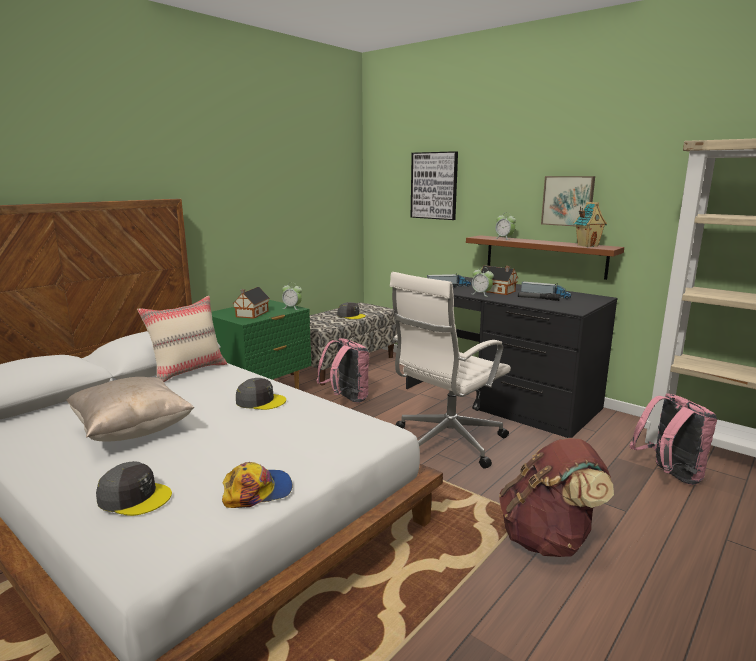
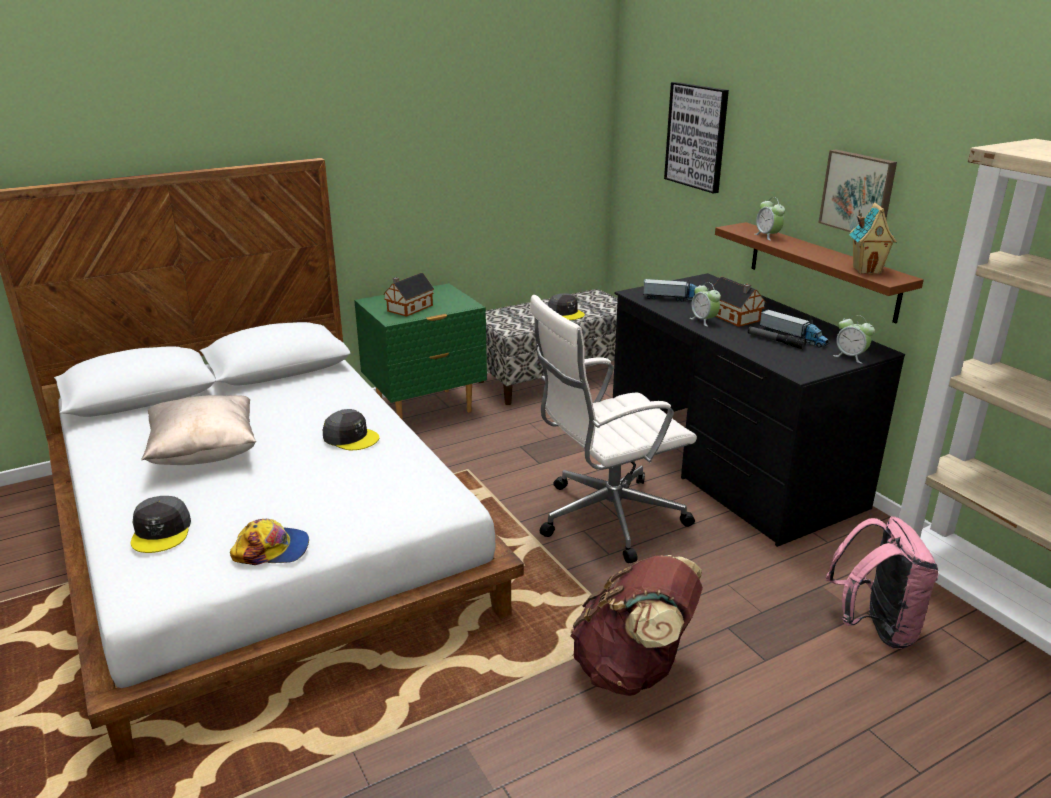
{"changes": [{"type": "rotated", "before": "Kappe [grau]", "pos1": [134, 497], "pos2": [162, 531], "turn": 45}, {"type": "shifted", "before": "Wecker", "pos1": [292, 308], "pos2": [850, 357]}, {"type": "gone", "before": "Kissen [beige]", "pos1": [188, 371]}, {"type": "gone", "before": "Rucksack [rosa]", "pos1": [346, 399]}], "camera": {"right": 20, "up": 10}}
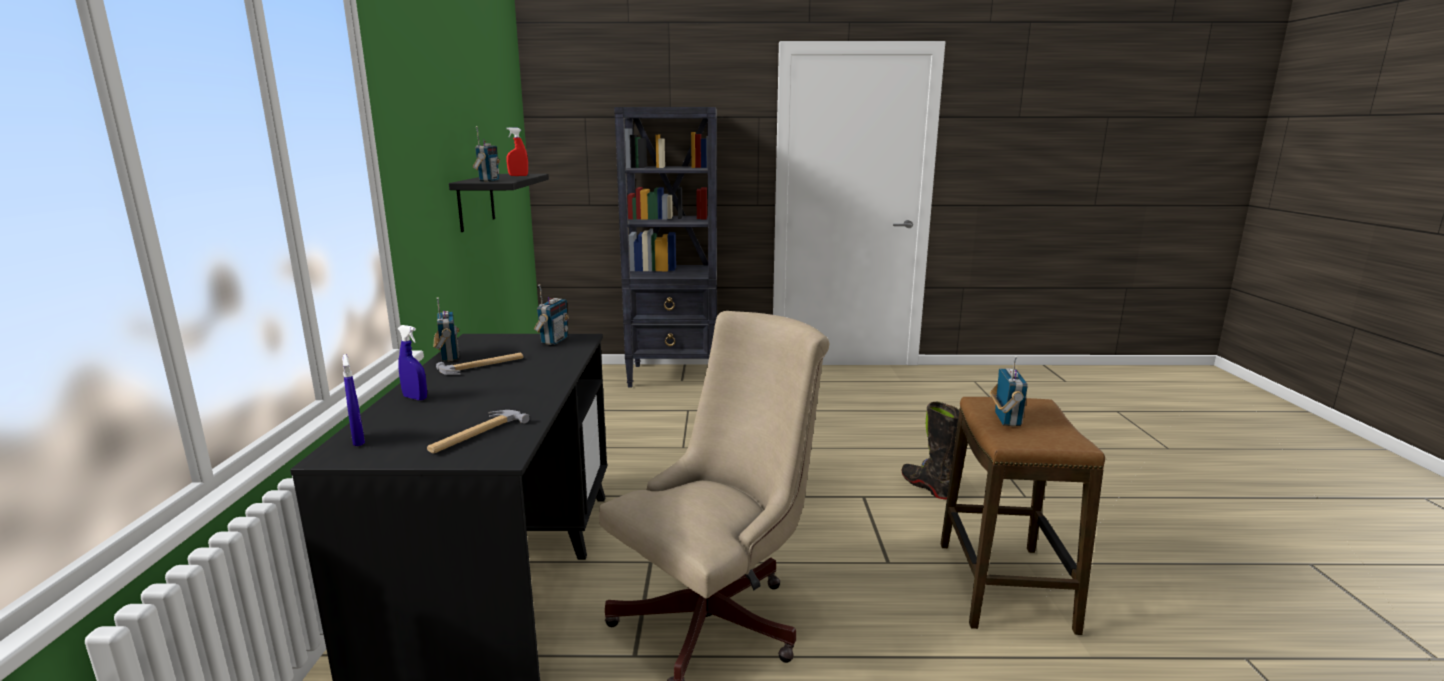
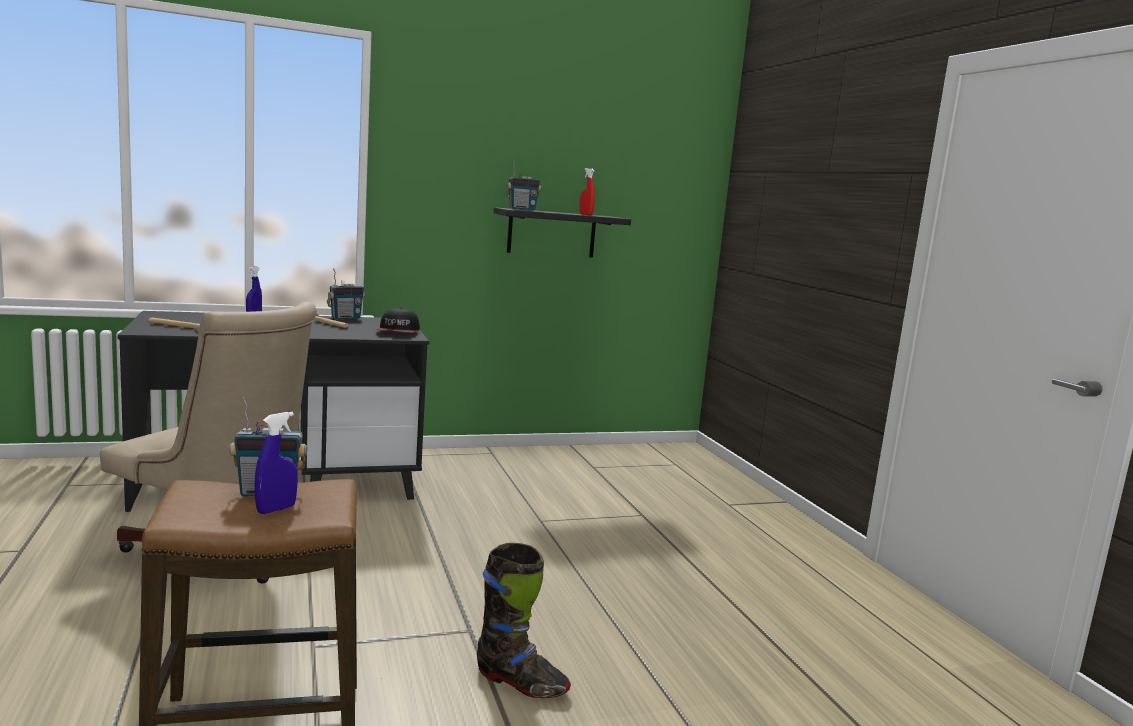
{"changes": [{"type": "shifted", "before": "Sprühflasche [blau]", "pos1": [358, 440], "pos2": [276, 509]}, {"type": "swapped", "before": "Radio", "after": "Kappe", "pos1": [554, 340], "pos2": [398, 332]}, {"type": "rotated", "before": "Stiefel [schwarz]", "pos1": [928, 487], "pos2": [520, 683], "turn": 75}, {"type": "gone", "before": "Bücherregal [schwarz]", "pos1": [674, 376]}], "camera": {"right": 70, "up": -5}}
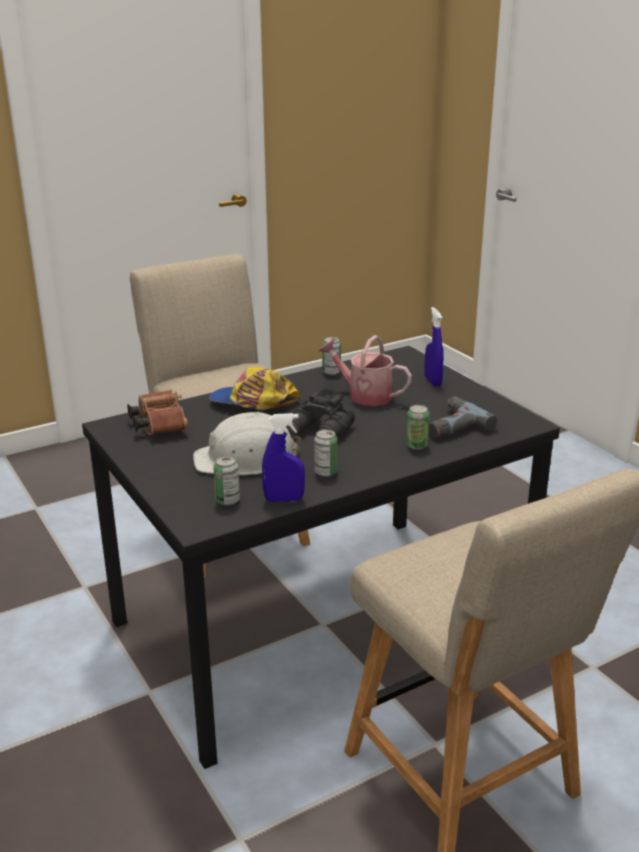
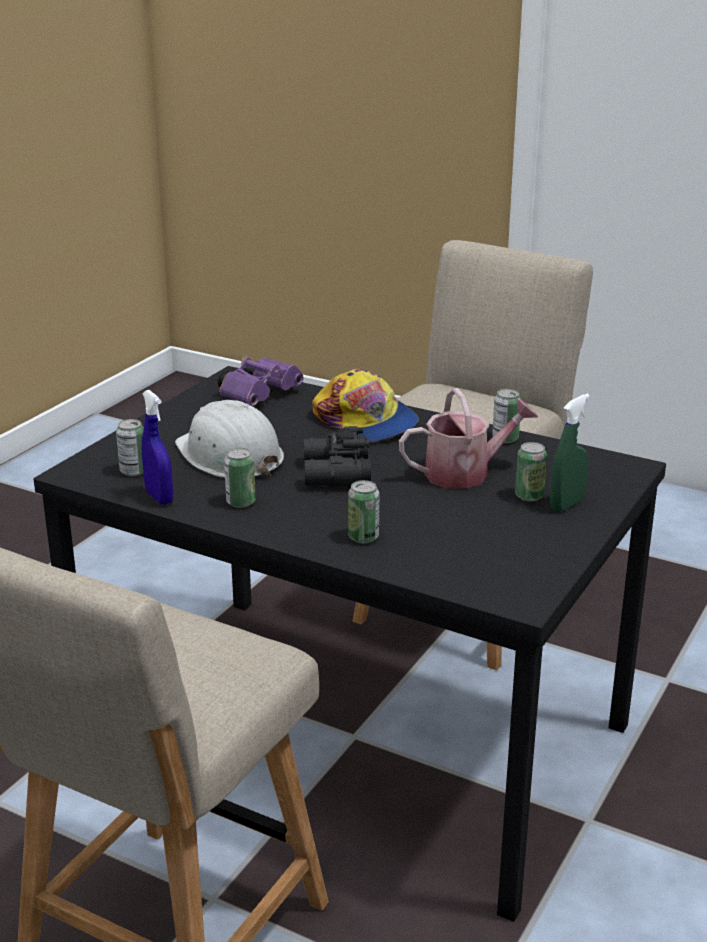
{"changes": [{"type": "repainted", "before": "Fernglas [braun]", "after": "Fernglas [lila]", "pos1": [158, 424], "pos2": [260, 395]}, {"type": "rotated", "before": "Kappe", "pos1": [252, 402], "pos2": [366, 421], "turn": 150}, {"type": "rotated", "before": "Gießkanne", "pos1": [364, 395], "pos2": [465, 473], "turn": 75}, {"type": "new", "after": "Dose", "pos2": [529, 496]}, {"type": "repainted", "before": "Sprühflasche [blau]", "after": "Sprühflasche [grün]", "pos1": [432, 381], "pos2": [567, 504]}, {"type": "gone", "before": "Bohrmaschine", "pos1": [450, 425]}], "camera": {"right": 60, "up": 0}}
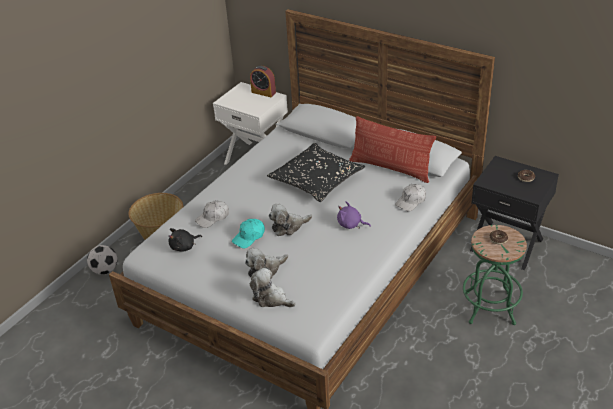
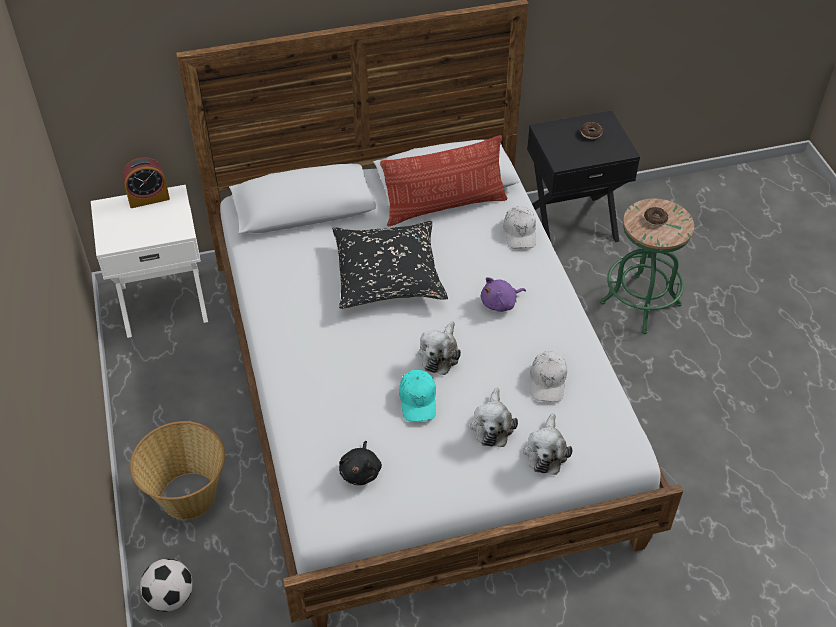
{"changes": [{"type": "rotated", "before": "Plüschtier", "pos1": [271, 298], "pos2": [546, 451], "turn": -60}, {"type": "shifted", "before": "Kappe [weiß]", "pos1": [213, 218], "pos2": [548, 381]}], "camera": {"right": -50, "up": 10}}
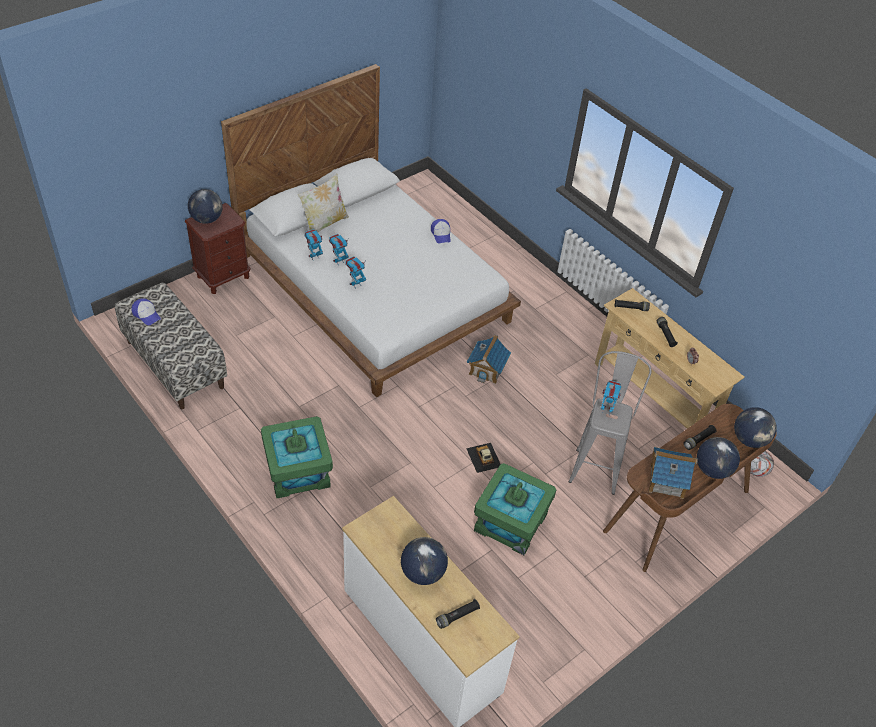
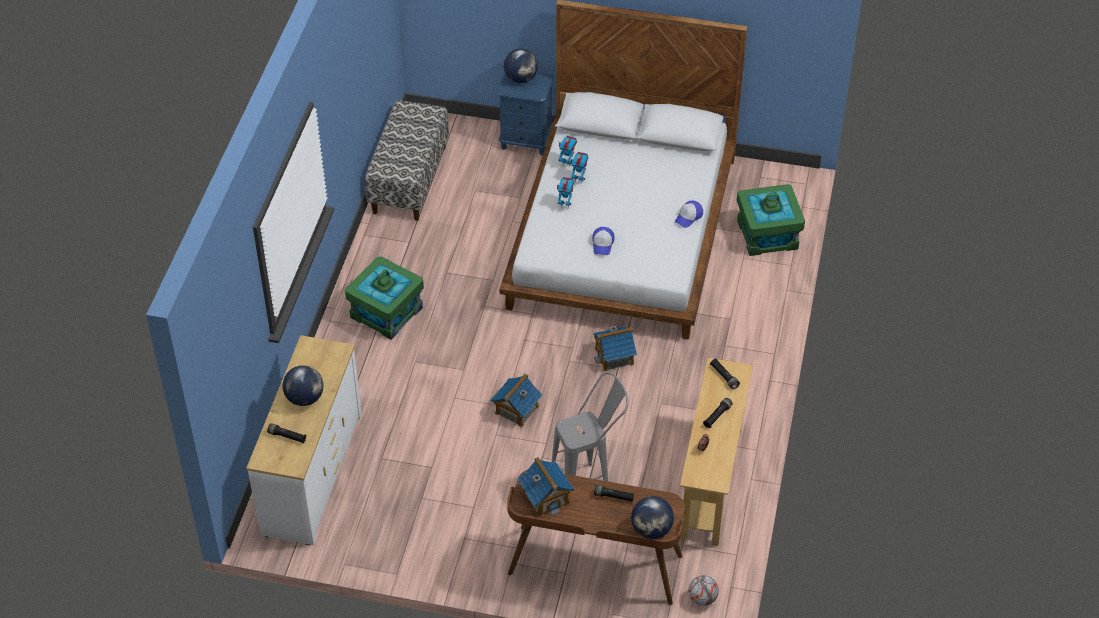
{"changes": [{"type": "swapped", "before": "Spielzeugauto", "after": "Spielzeughaus", "pos1": [483, 457], "pos2": [516, 410]}, {"type": "repainted", "before": "Nachttisch [braun]", "after": "Nachttisch [blau]", "pos1": [223, 277], "pos2": [526, 141]}, {"type": "shifted", "before": "Kappe", "pos1": [146, 314], "pos2": [603, 244]}, {"type": "shifted", "before": "Aufbewahrungsbox [grün]", "pos1": [511, 522], "pos2": [767, 235]}, {"type": "gone", "before": "Kissen", "pos1": [324, 224]}, {"type": "gone", "before": "Spielzeugroboter", "pos1": [606, 410]}, {"type": "gone", "before": "Globus", "pos1": [712, 469]}], "camera": {"right": 55, "up": 0}}
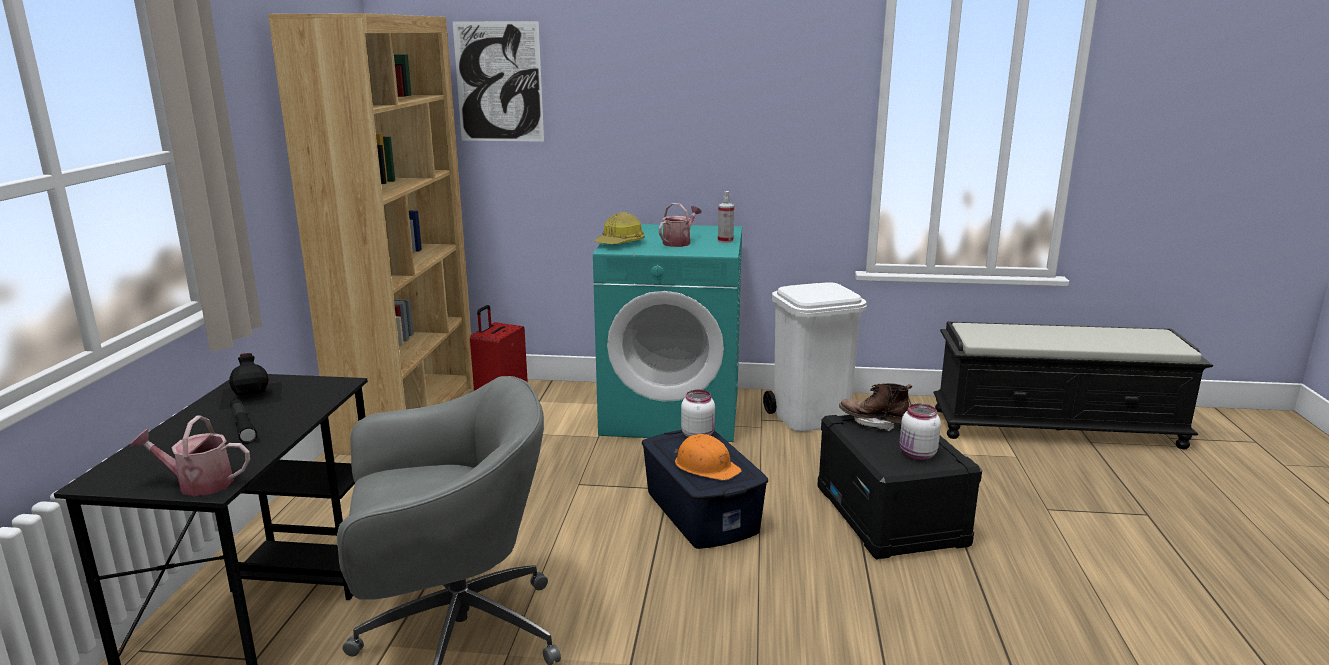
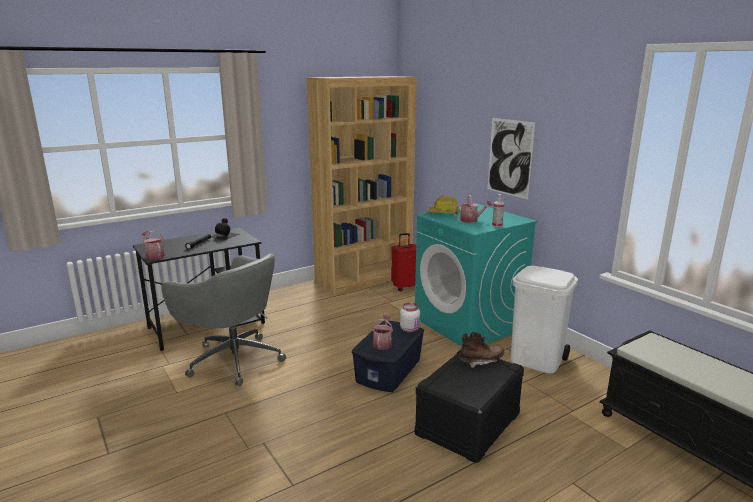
{"changes": [{"type": "swapped", "before": "Schutzhelm [orange]", "after": "Gießkanne", "pos1": [706, 466], "pos2": [382, 343]}, {"type": "rotated", "before": "Stiefel [braun]", "pos1": [873, 423], "pos2": [481, 361], "turn": 90}, {"type": "shifted", "before": "Bild", "pos1": [499, 82], "pos2": [510, 157]}, {"type": "gone", "before": "Vorratsglas [weiß]", "pos1": [917, 455]}], "camera": {"right": 50, "up": 0}}
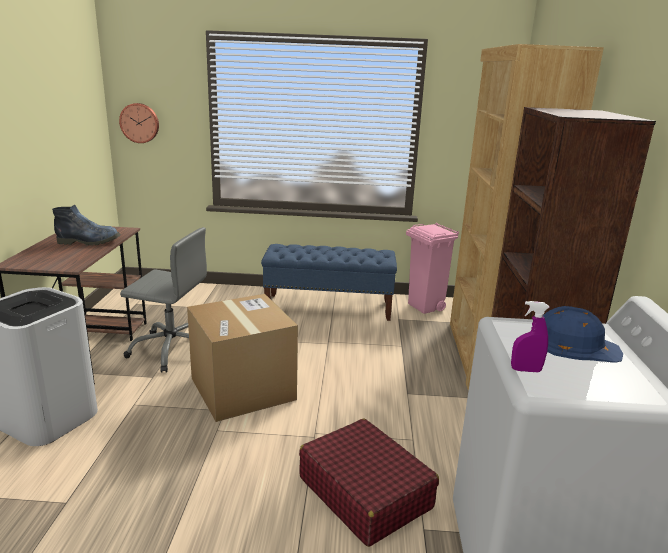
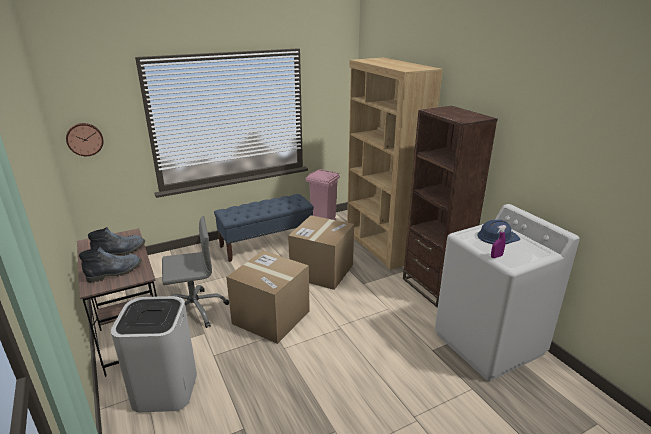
{"changes": [{"type": "new", "after": "Stiefel", "pos2": [116, 272]}, {"type": "new", "after": "Karton", "pos2": [322, 271]}, {"type": "gone", "before": "Koffer [rot]", "pos1": [364, 492]}], "camera": {"right": -30, "up": 5}}
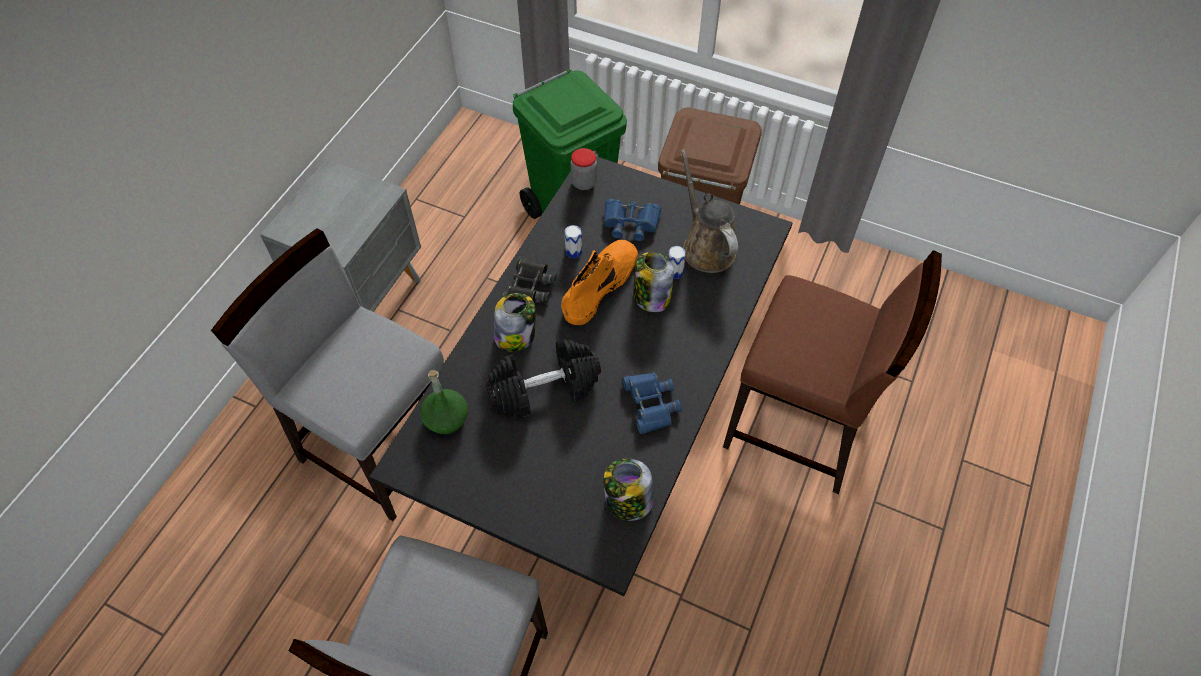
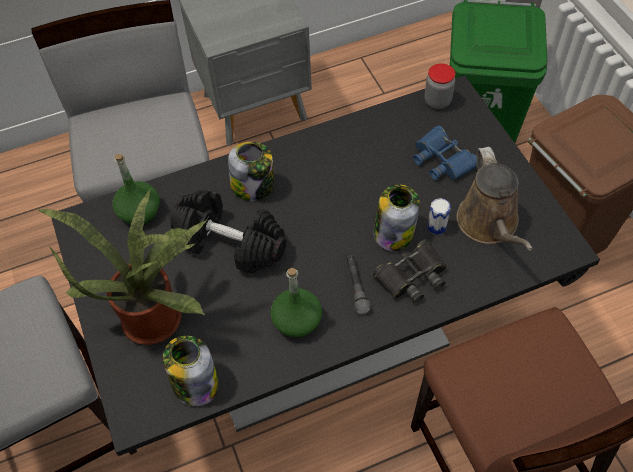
{"changes": [{"type": "new", "after": "Topfpflanze", "pos2": [156, 314]}, {"type": "swapped", "before": "Fernglas [blau]", "after": "Flasche [grün]", "pos1": [650, 404], "pos2": [297, 320]}, {"type": "new", "after": "Taschenlampe [grau]", "pos2": [356, 287]}, {"type": "shifted", "before": "Fernglas [schwarz]", "pos1": [529, 288], "pos2": [412, 276]}, {"type": "rotated", "before": "Gießkanne [braun]", "pos1": [706, 246], "pos2": [489, 224], "turn": 150}, {"type": "gone", "before": "Stiefel [orange]", "pos1": [601, 285]}, {"type": "gone", "before": "Dose", "pos1": [573, 251]}], "camera": {"right": 45, "up": 0}}
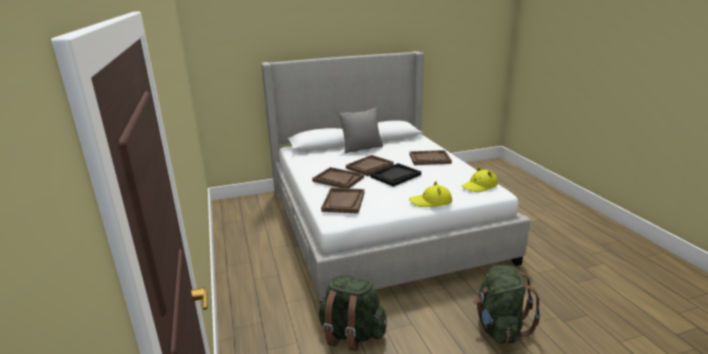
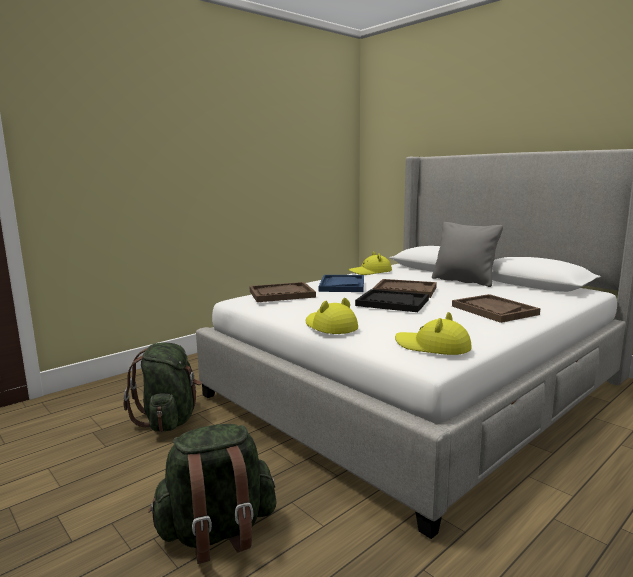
{"changes": [{"type": "repainted", "before": "Tablett [braun]", "after": "Tablett [blau]", "pos1": [338, 179], "pos2": [342, 285]}, {"type": "new", "after": "Hut [gelb]", "pos2": [370, 272]}], "camera": {"right": 65, "up": -10}}
